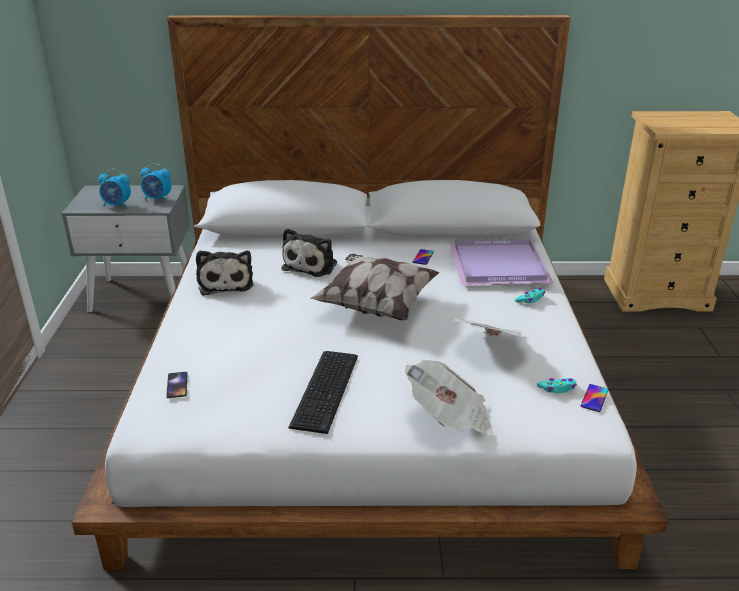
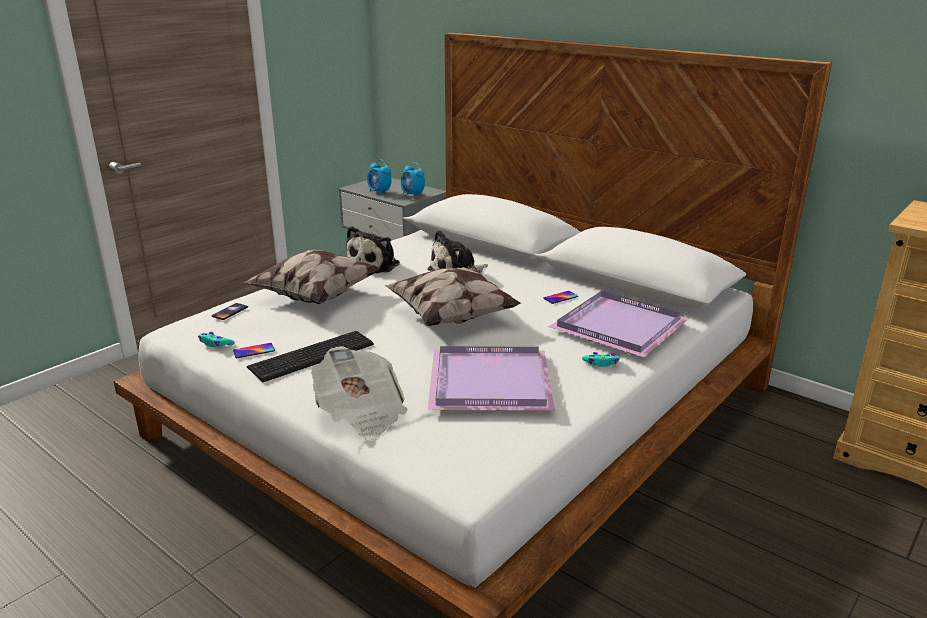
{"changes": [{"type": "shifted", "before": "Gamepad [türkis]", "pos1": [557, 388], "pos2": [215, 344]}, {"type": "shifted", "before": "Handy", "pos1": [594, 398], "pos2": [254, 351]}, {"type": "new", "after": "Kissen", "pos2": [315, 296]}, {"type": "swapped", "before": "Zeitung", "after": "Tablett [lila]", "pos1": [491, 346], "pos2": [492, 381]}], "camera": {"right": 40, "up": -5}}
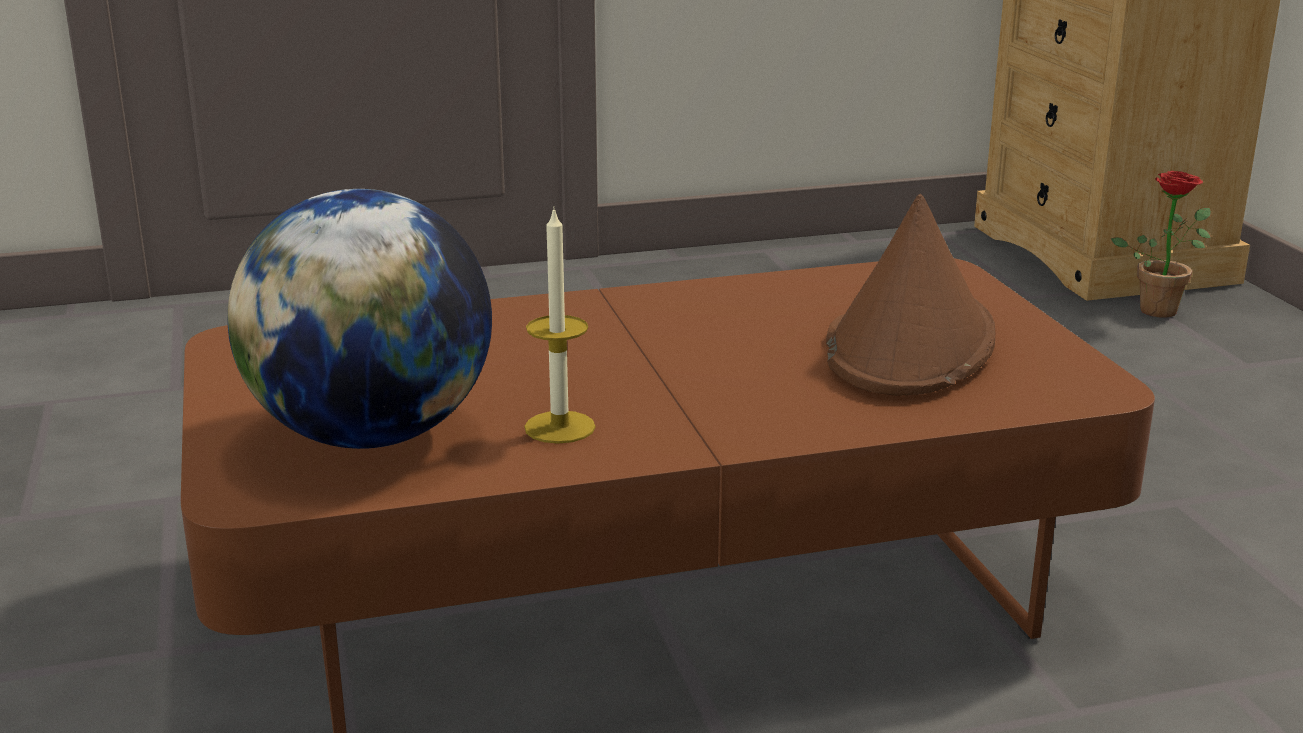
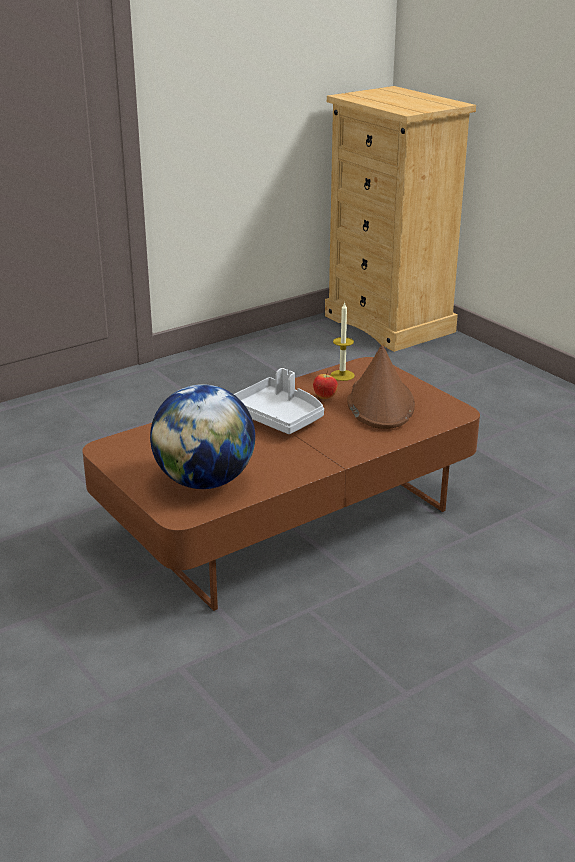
{"changes": [{"type": "new", "after": "Tablett [grau]", "pos2": [278, 417]}, {"type": "new", "after": "Apfel", "pos2": [324, 397]}, {"type": "shifted", "before": "Kerze", "pos1": [560, 427], "pos2": [342, 375]}, {"type": "gone", "before": "Topfpflanze", "pos1": [1160, 308]}], "camera": {"right": -20, "up": 5}}
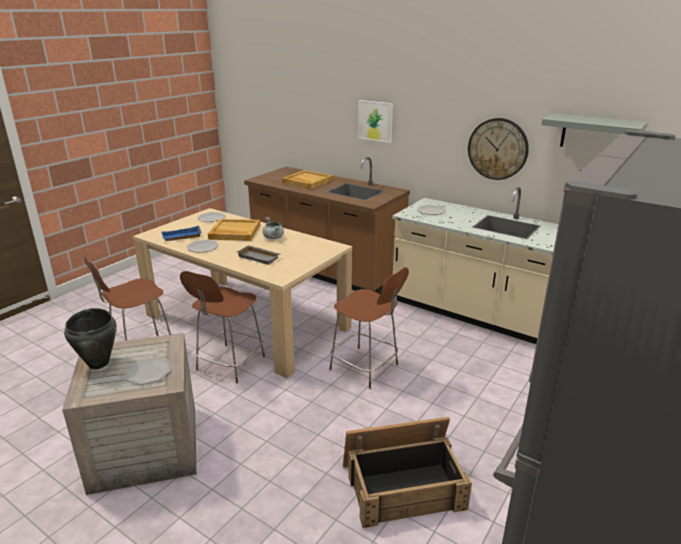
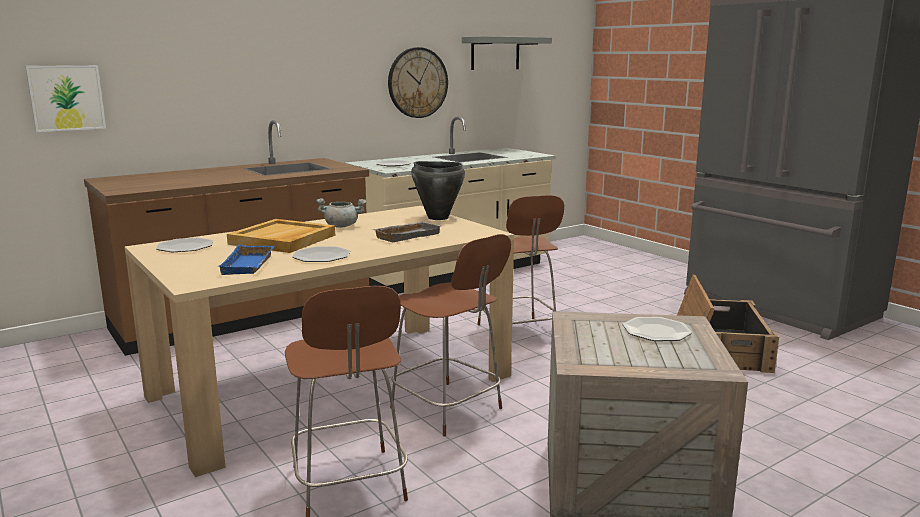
{"changes": [{"type": "shifted", "before": "Bild", "pos1": [375, 121], "pos2": [66, 98]}, {"type": "shifted", "before": "Kochtopf [schwarz]", "pos1": [99, 363], "pos2": [437, 218]}, {"type": "rotated", "before": "Stuhl [braun]", "pos1": [366, 368], "pos2": [518, 333], "turn": 105}, {"type": "gone", "before": "Tablett [beige]", "pos1": [307, 181]}], "camera": {"right": -70, "up": -10}}
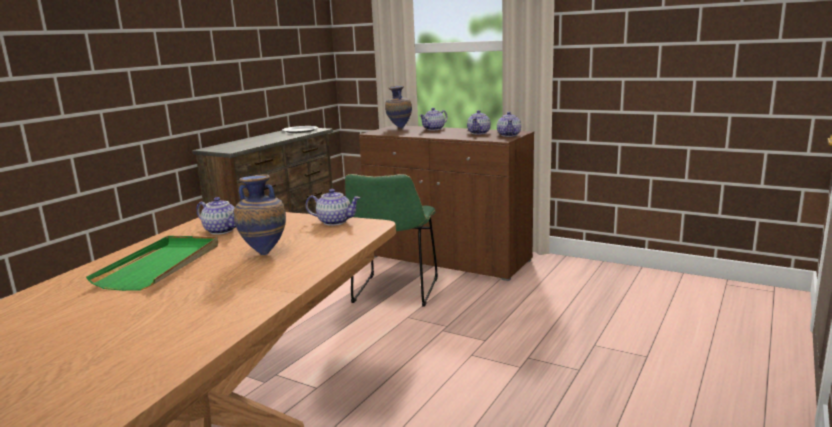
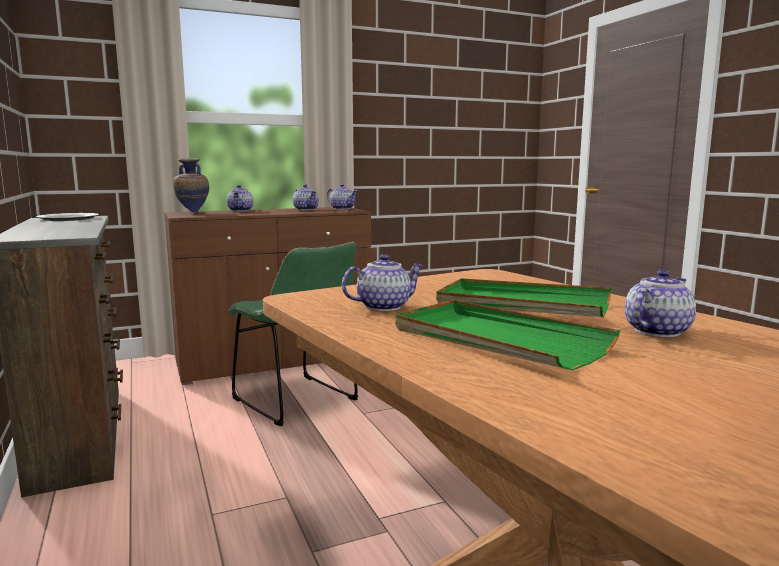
{"changes": [{"type": "swapped", "before": "Vase", "after": "Tablett [grün]", "pos1": [265, 253], "pos2": [522, 304]}, {"type": "shifted", "before": "Teekanne", "pos1": [334, 221], "pos2": [656, 331]}], "camera": {"right": -55, "up": -5}}
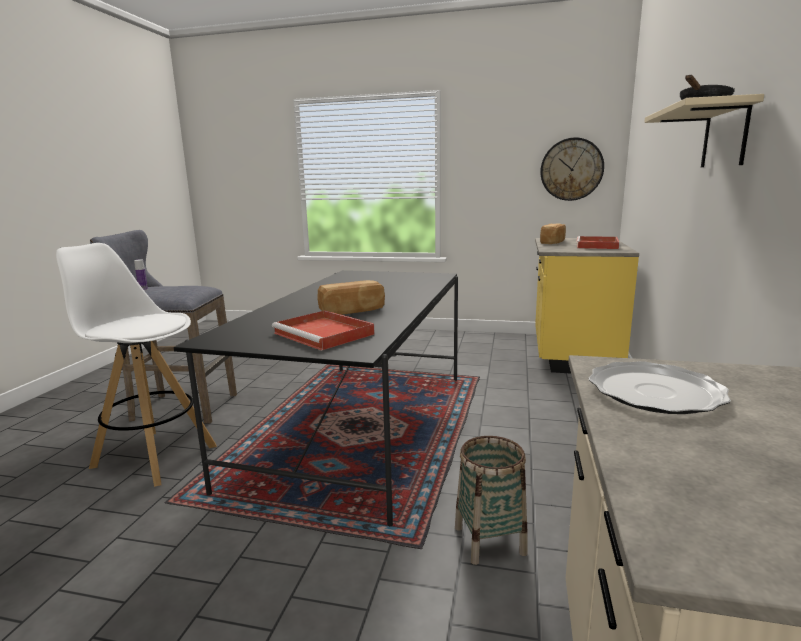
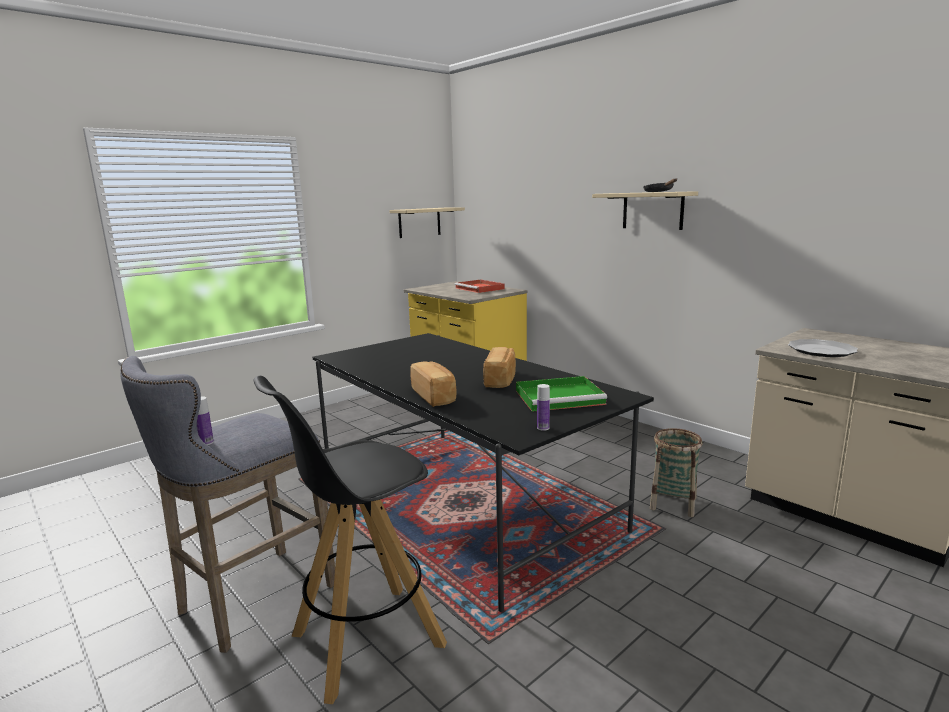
{"changes": [{"type": "repainted", "before": "Hocker [weiß]", "after": "Hocker [schwarz]", "pos1": [153, 455], "pos2": [365, 640]}, {"type": "swapped", "before": "Wanduhr", "after": "Wandregal [beige]", "pos1": [571, 169], "pos2": [419, 222]}, {"type": "shifted", "before": "Brot", "pos1": [553, 242], "pos2": [434, 396]}, {"type": "repainted", "before": "Tablett [rot]", "after": "Tablett [grün]", "pos1": [325, 334], "pos2": [561, 397]}, {"type": "new", "after": "Flasche", "pos2": [543, 428]}], "camera": {"right": -55, "up": 0}}
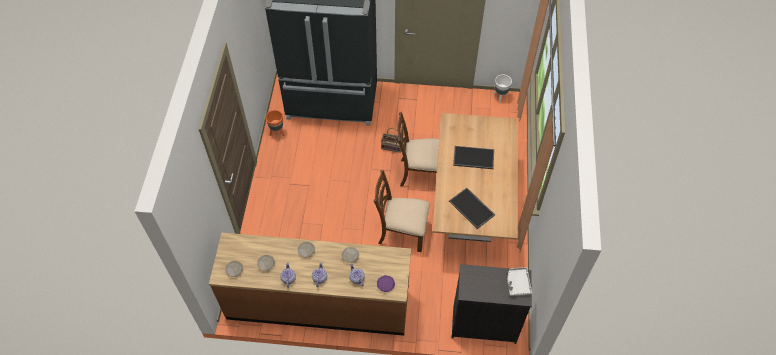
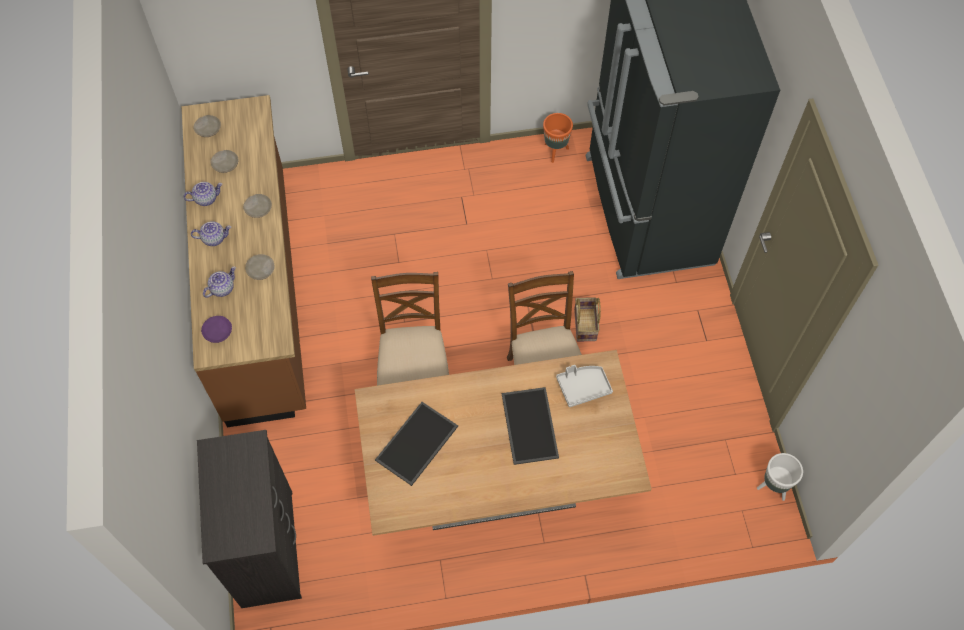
{"changes": [{"type": "shifted", "before": "Tablett [grau]", "pos1": [517, 283], "pos2": [583, 387]}], "camera": {"right": 75, "up": 5}}
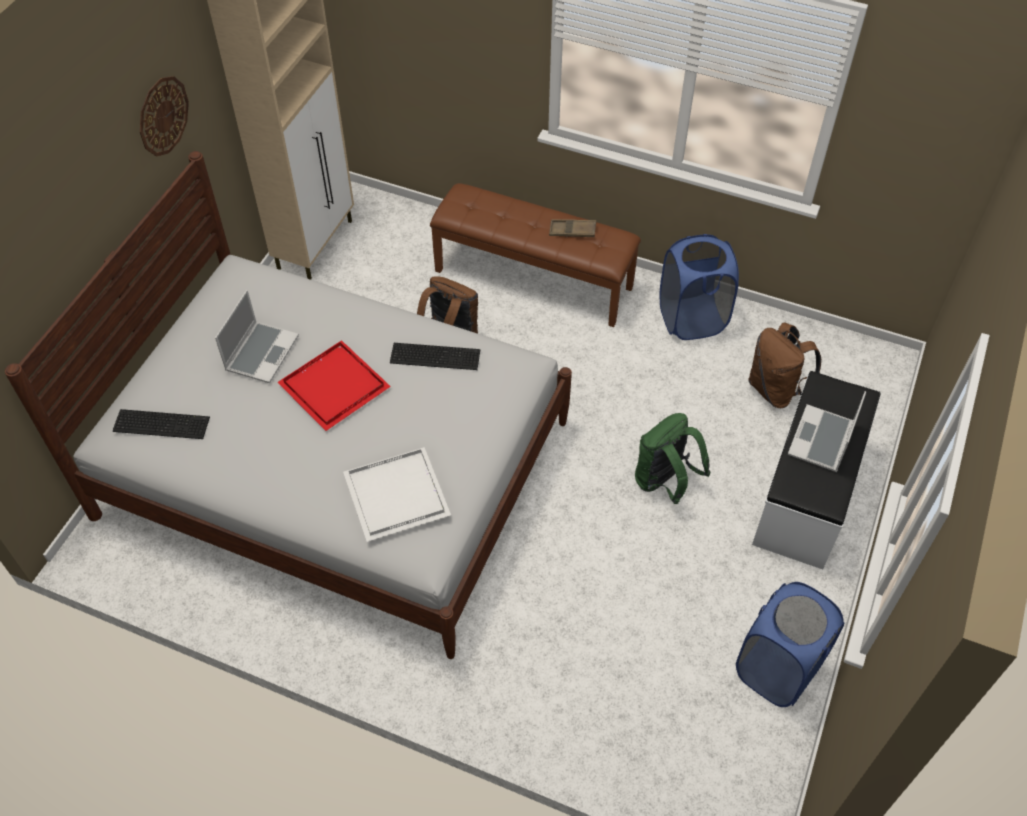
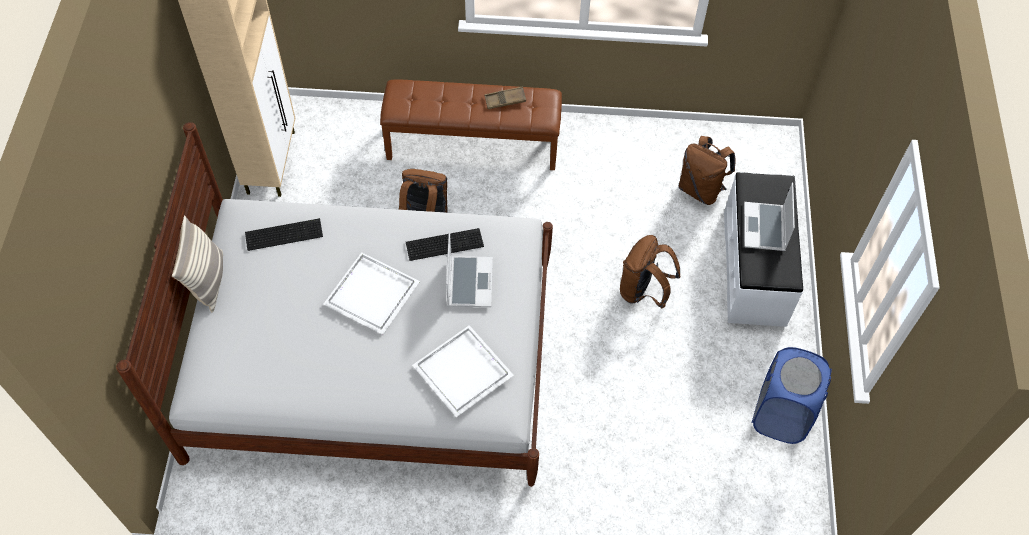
{"changes": [{"type": "new", "after": "Kissen", "pos2": [208, 281]}, {"type": "shifted", "before": "Tastatur", "pos1": [161, 423], "pos2": [283, 233]}, {"type": "repainted", "before": "Tablett [rot]", "after": "Tablett [weiß]", "pos1": [334, 385], "pos2": [371, 292]}, {"type": "shifted", "before": "Laptop", "pos1": [261, 352], "pos2": [469, 282]}, {"type": "repainted", "before": "Rucksack [grün]", "after": "Rucksack [braun]", "pos1": [664, 482], "pos2": [643, 291]}, {"type": "gone", "before": "Wanduhr", "pos1": [163, 116]}, {"type": "gone", "before": "Wäschekorb [blau]", "pos1": [691, 319]}], "camera": {"right": -20, "up": 5}}
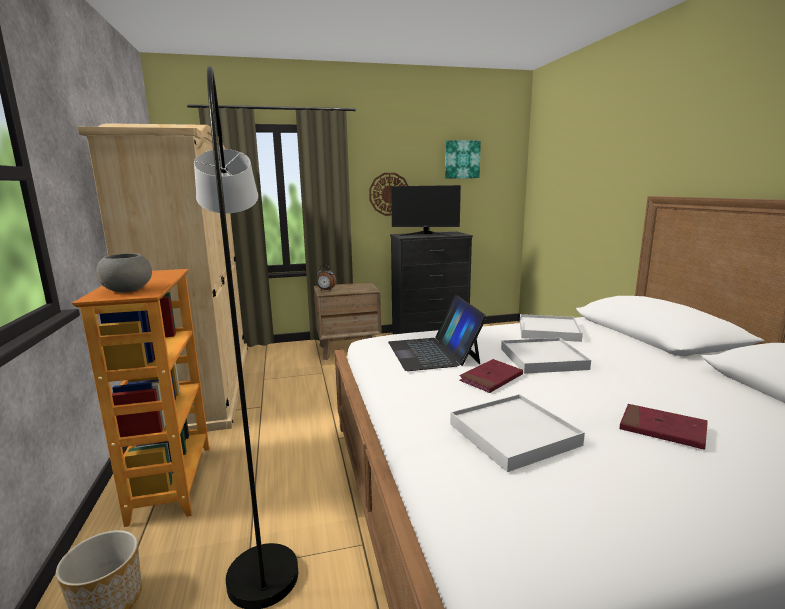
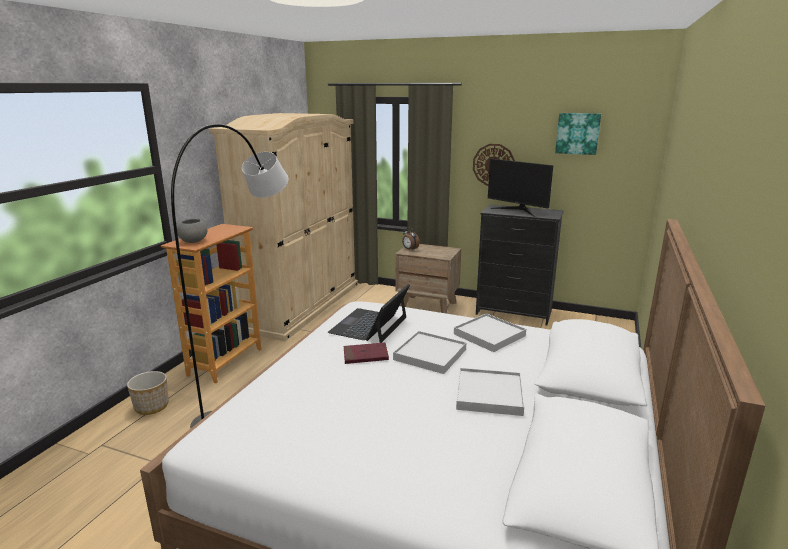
{"changes": [{"type": "shifted", "before": "Tablett [weiß]", "pos1": [513, 434], "pos2": [489, 394]}, {"type": "gone", "before": "Buch [rot]", "pos1": [662, 429]}], "camera": {"right": 35, "up": 5}}
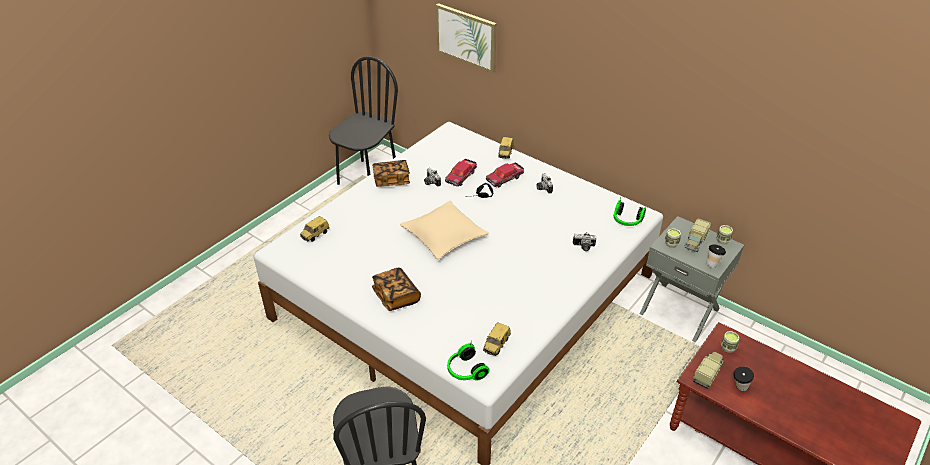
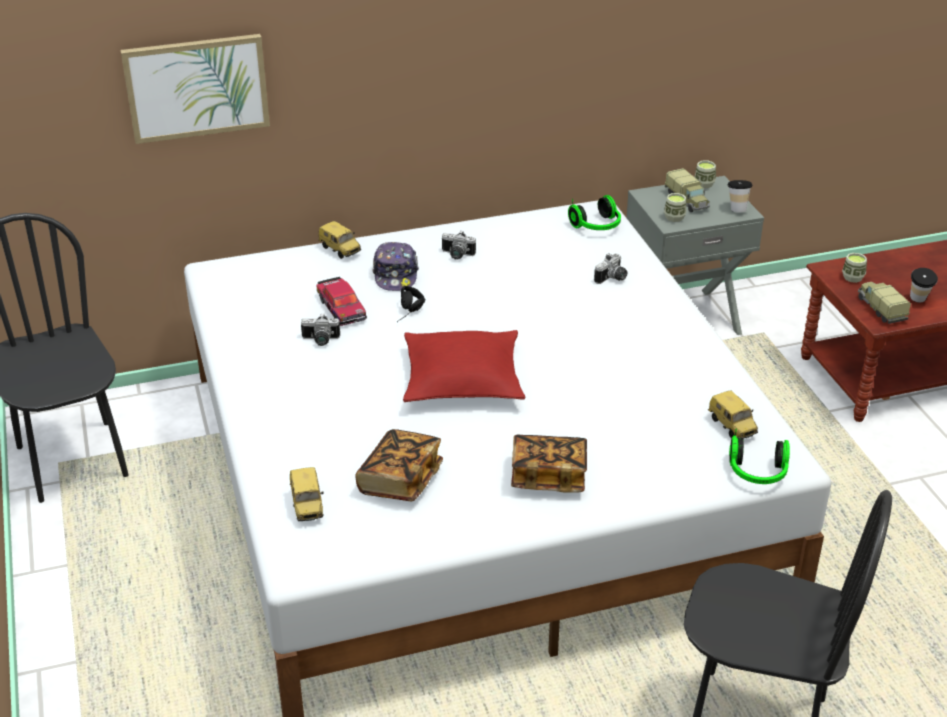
{"changes": [{"type": "shifted", "before": "Buch", "pos1": [391, 180], "pos2": [400, 480]}, {"type": "swapped", "before": "Spielzeugauto", "after": "Kappe", "pos1": [505, 178], "pos2": [396, 274]}, {"type": "repainted", "before": "Kissen [beige]", "after": "Kissen [rot]", "pos1": [444, 236], "pos2": [462, 379]}], "camera": {"right": -55, "up": -5}}
